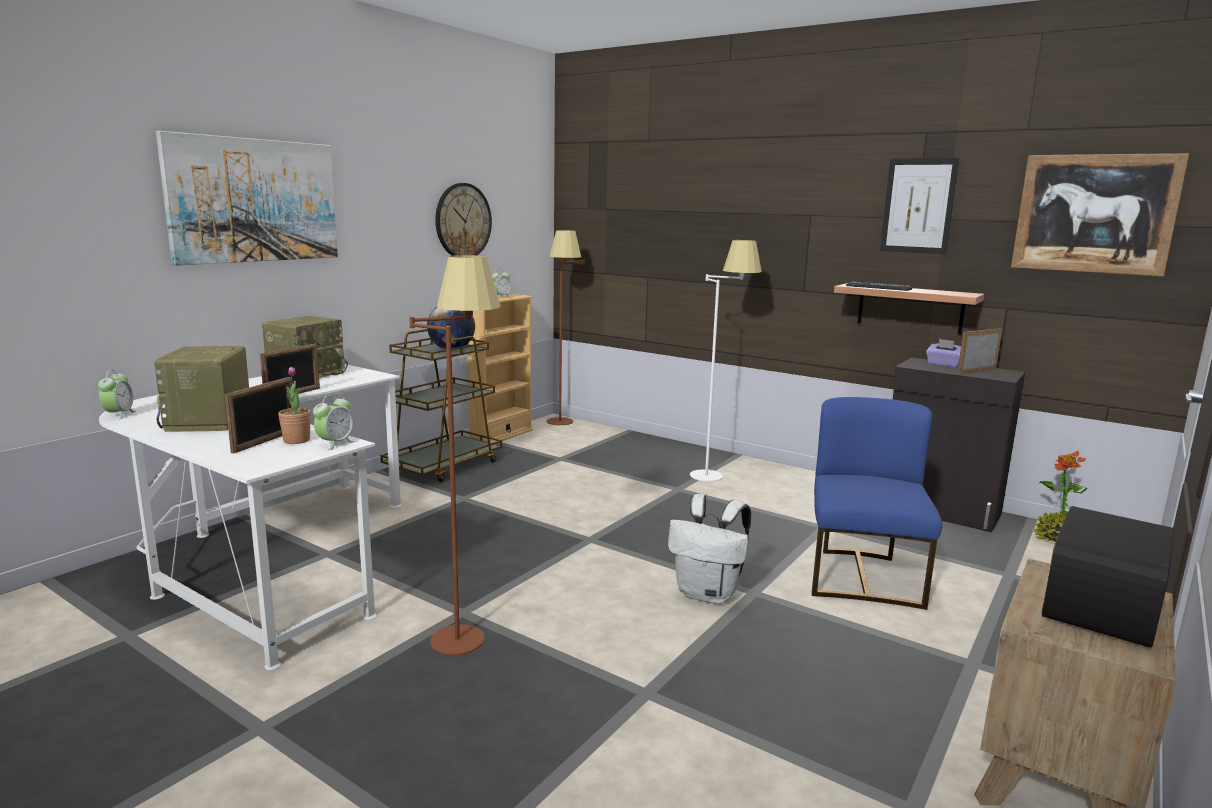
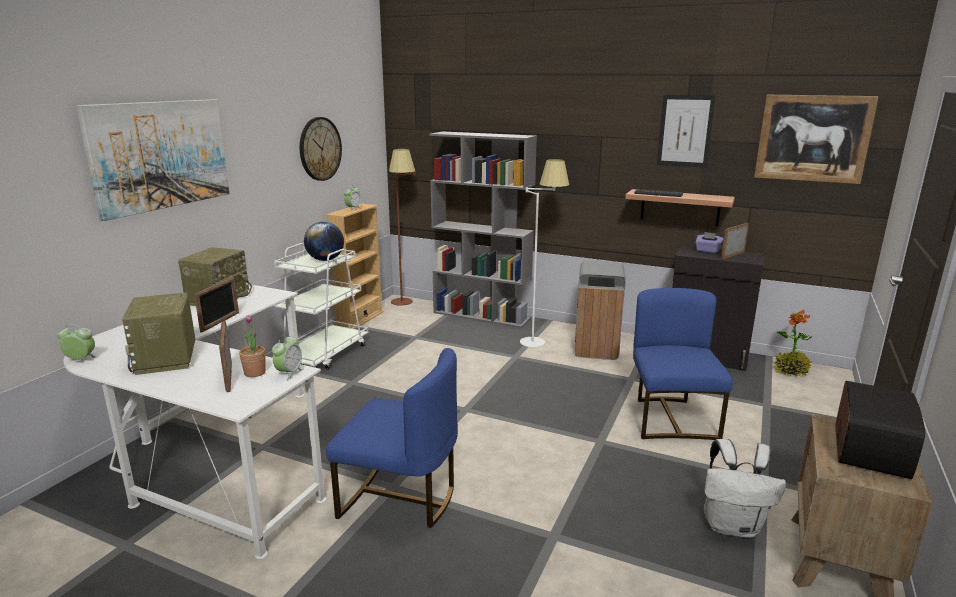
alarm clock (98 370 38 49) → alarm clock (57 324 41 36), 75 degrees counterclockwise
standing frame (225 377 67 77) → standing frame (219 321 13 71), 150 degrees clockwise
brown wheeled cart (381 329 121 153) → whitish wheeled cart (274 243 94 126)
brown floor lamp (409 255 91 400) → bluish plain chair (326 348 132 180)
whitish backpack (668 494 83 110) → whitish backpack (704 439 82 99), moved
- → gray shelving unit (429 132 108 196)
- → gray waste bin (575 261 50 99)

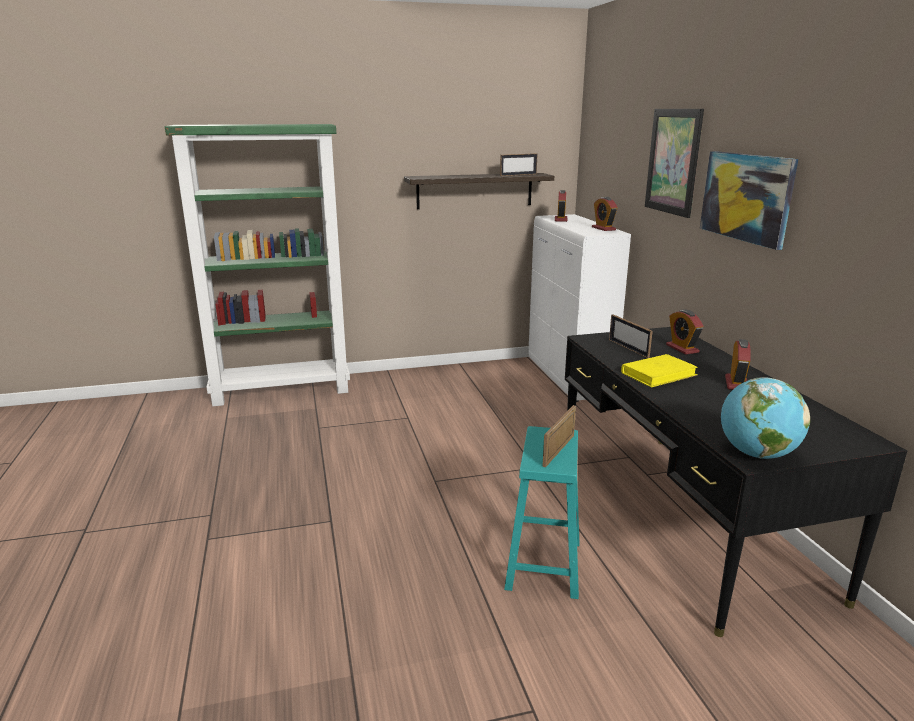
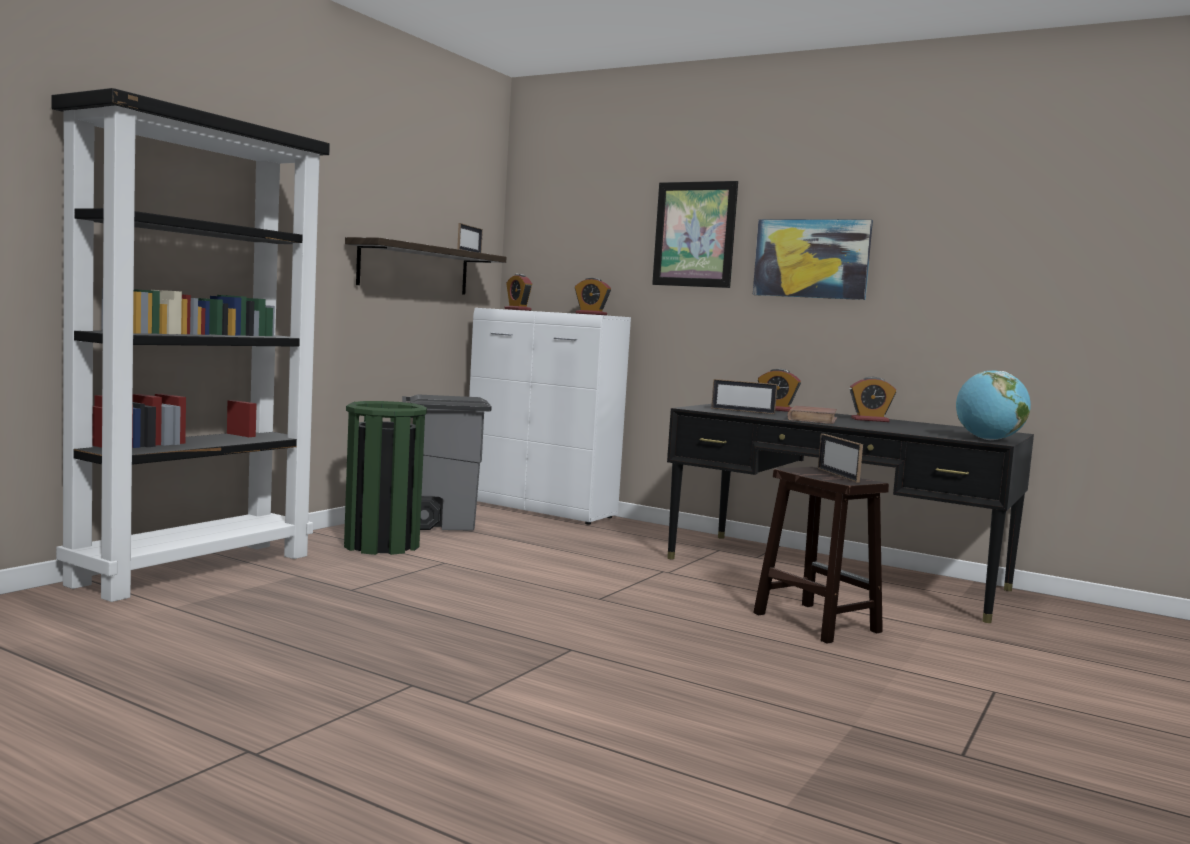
green-coloured shelving unit (165 124 185 282) → blackish shelving unit (51 88 279 514)
turquoise-coloured stool seat (504 426 75 173) → brown stool seat (753 467 136 177)
yellow volume (621 354 77 33) → brown volume (787 406 50 18)
alarm clock (725 339 26 51) → alarm clock (850 377 46 45), 120 degrees clockwise
- → green-coloured waste bin (344 401 83 154)
- → gray waste bin (402 394 90 137)

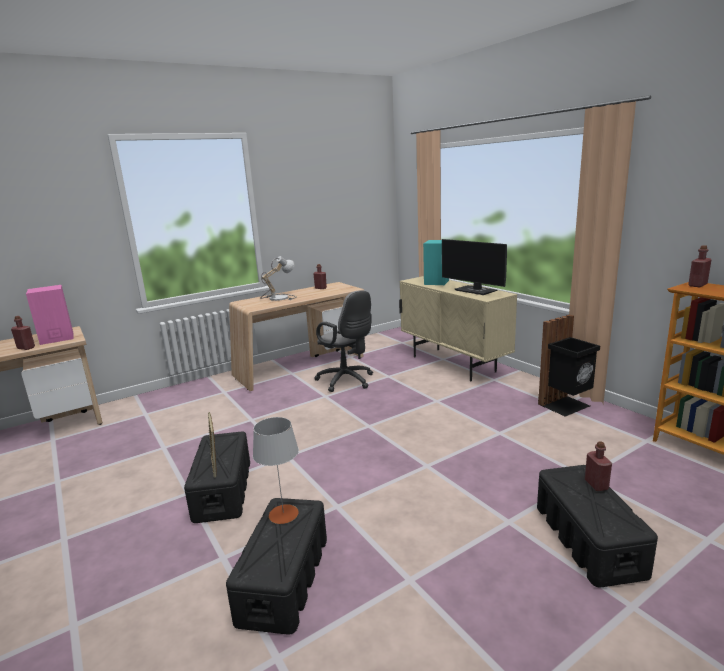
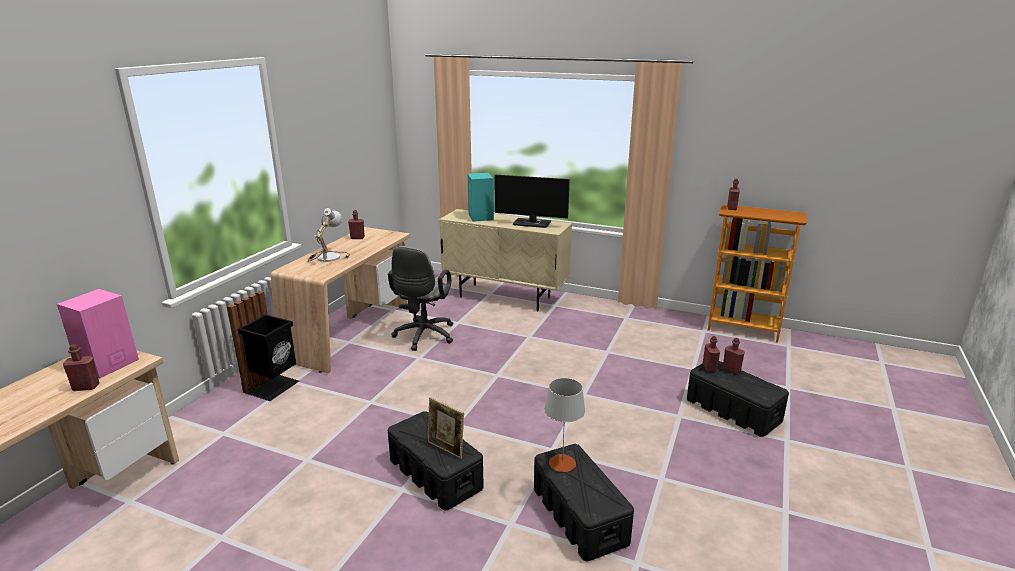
gray office chair (314 291 59 101) → gray office chair (388 246 66 105), 90 degrees clockwise
blackish waste bin (538 315 62 102) → blackish waste bin (227 291 72 110), moved
- → reddish drink bottle (703 336 17 36)

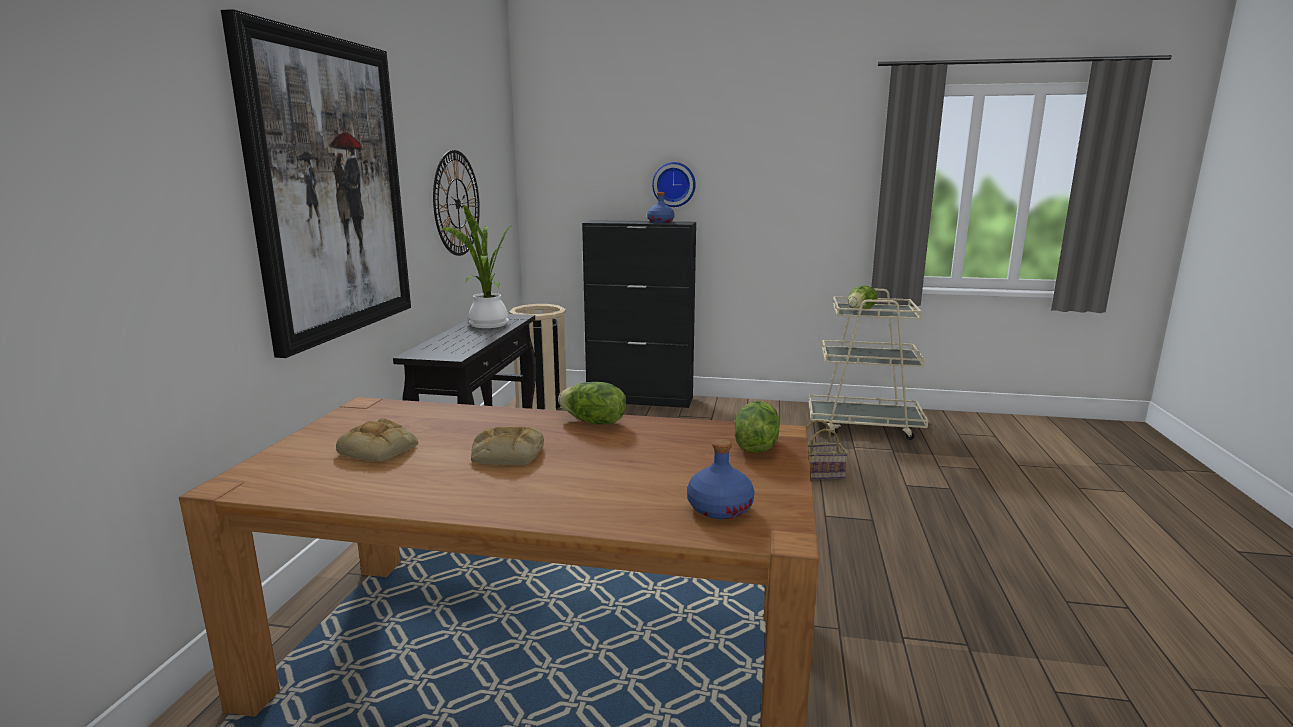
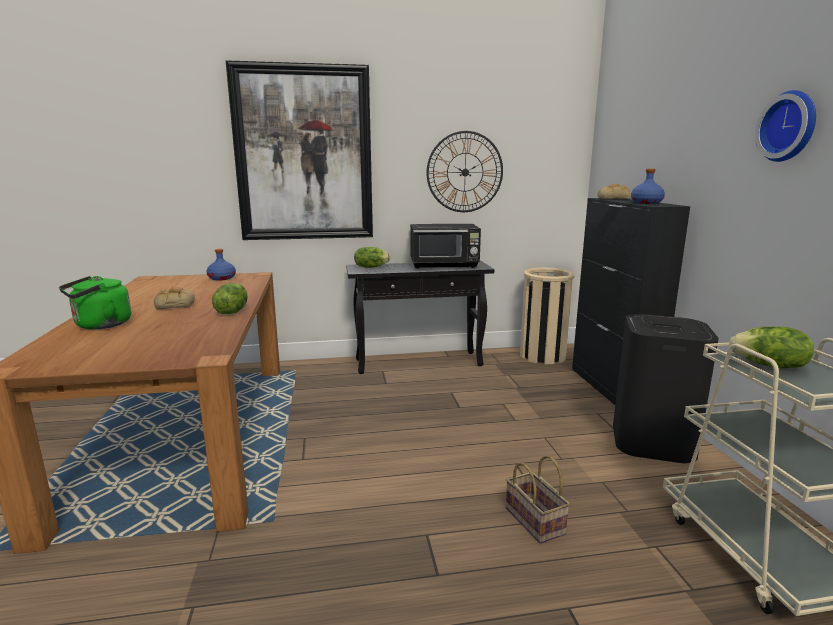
baked bread (336 418 82 44) → baked bread (597 184 35 15), moved
houseplant (440 205 73 123) → blackish kitchen microwave (410 224 71 45)
clock on the wall (652 162 44 45) → clock on the wall (755 90 61 72), moved
bluish drink bottle (687 439 68 80) → bluish drink bottle (207 249 29 31), moved
lettuce head (735 401 45 52) → lettuce head (354 247 36 21), moved
- → green-coloured water kettle (59 276 72 53)
- → blackish waste bin (613 314 106 149)

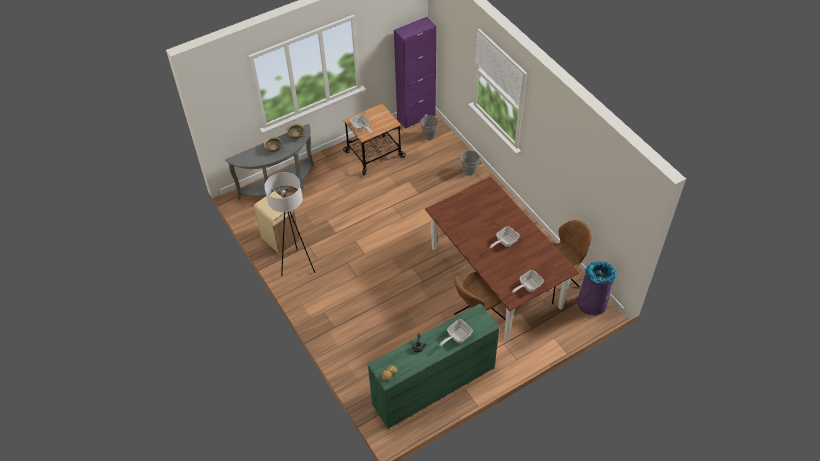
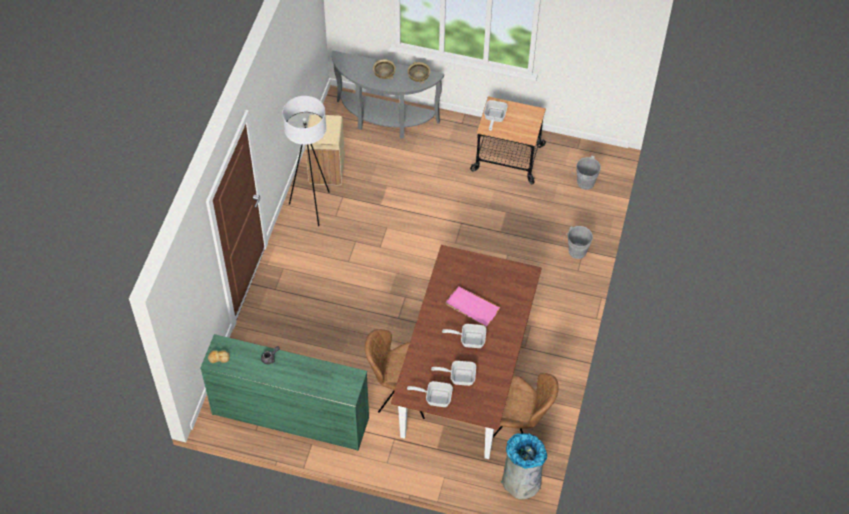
purplish storage cabinet (394 17 42 112) → -
pan (440 319 33 27) → pan (431 361 45 25), moved
purplish waste bin (577 261 41 54) → gray waste bin (501 433 46 66)
- → pinkish carrying tray (446 286 54 41)

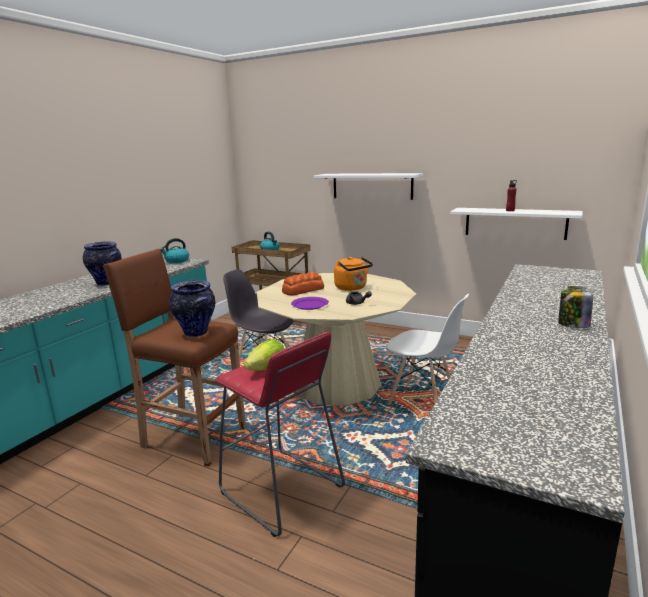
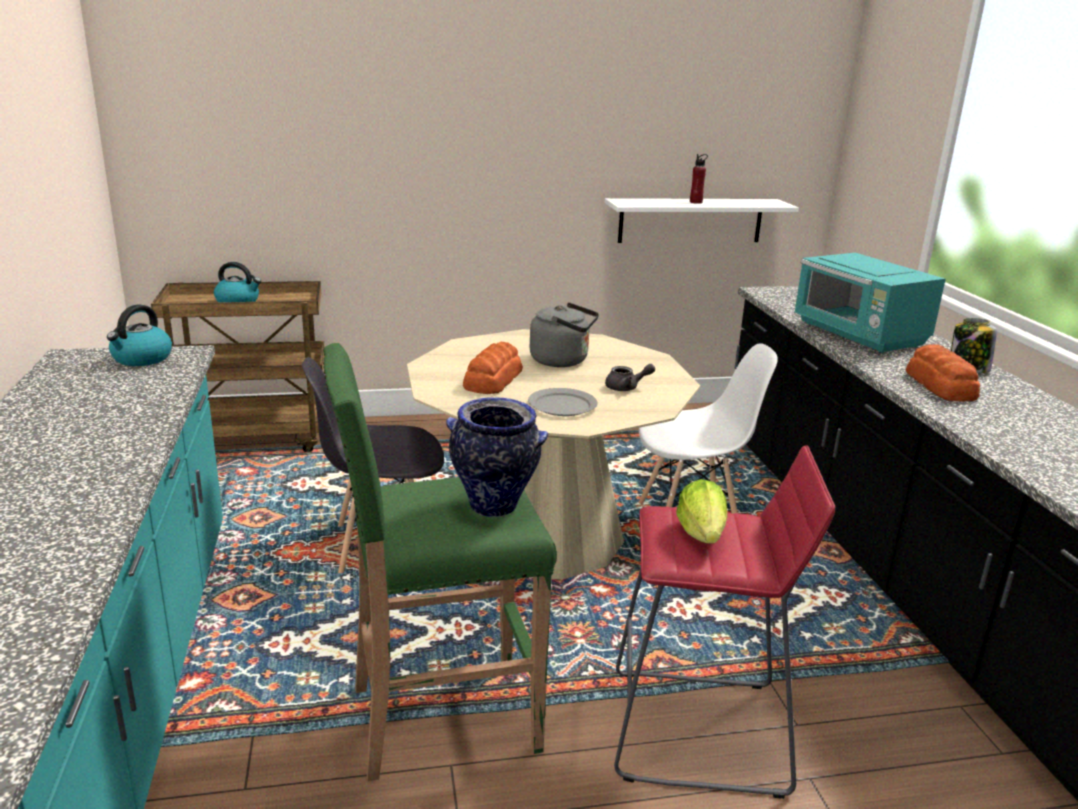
vase (83 241 39 45) → -
brown stool seat (103 249 143 218) → green-coloured stool seat (323 343 234 438)
purplish dinner plate (291 297 38 13) → gray dinner plate (528 388 69 28)
whitish wall shelf (314 173 109 27) → -
orangey water kettle (334 257 39 34) → gray water kettle (530 302 69 65)
- → turquoise-coloured kitchen microwave (794 253 152 100)
- → baked bread (906 344 74 58)

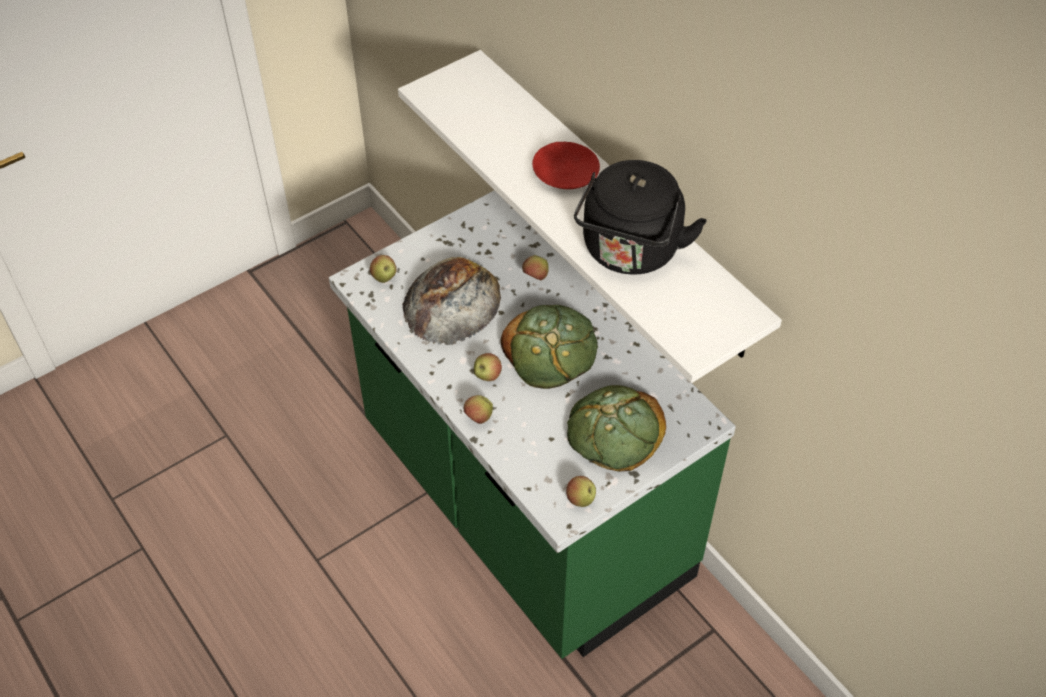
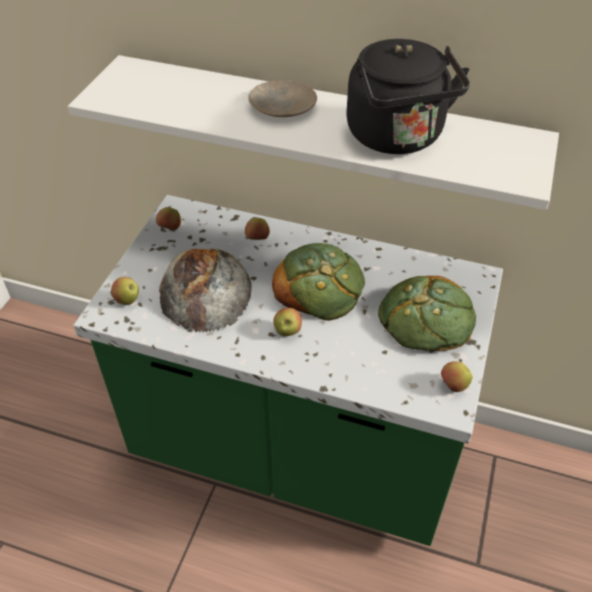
apple (464 395 29 29) → apple (156 207 25 23), moved
reddish dinner plate (532 142 68 47) → beige dinner plate (248 80 69 37)

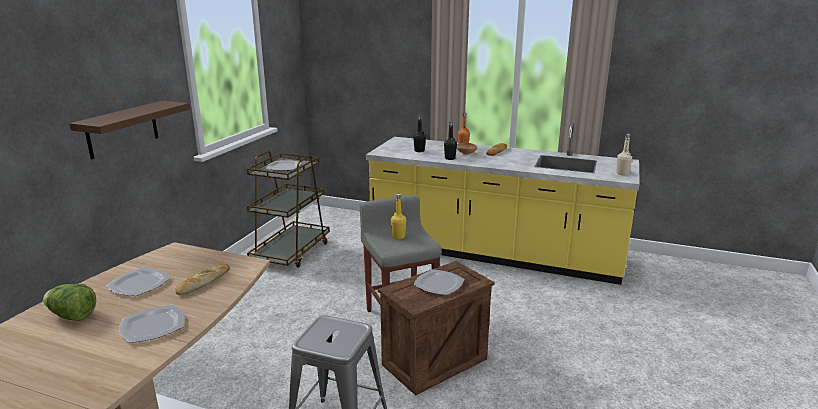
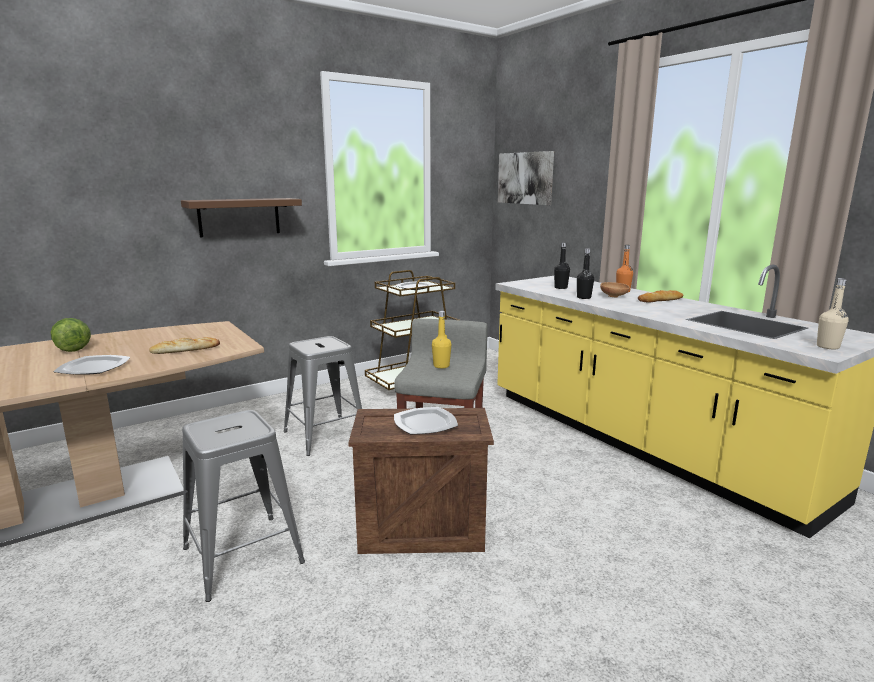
dinner plate (106 268 66 28) → -
- → gray stool seat (284 336 78 120)
- → wall art (498 151 56 54)

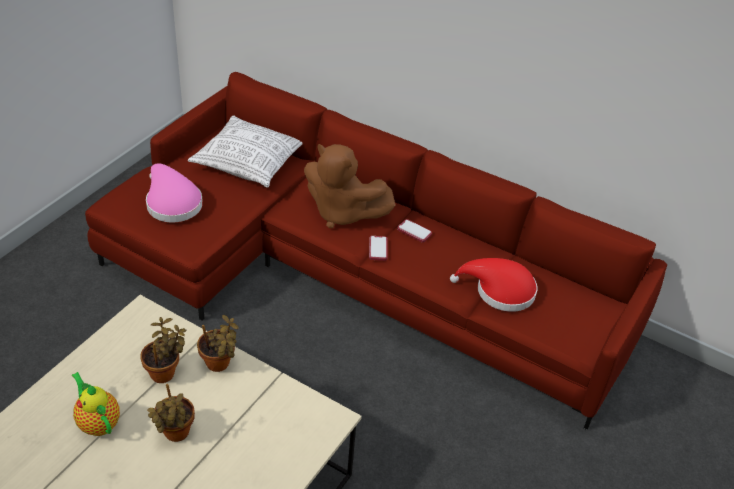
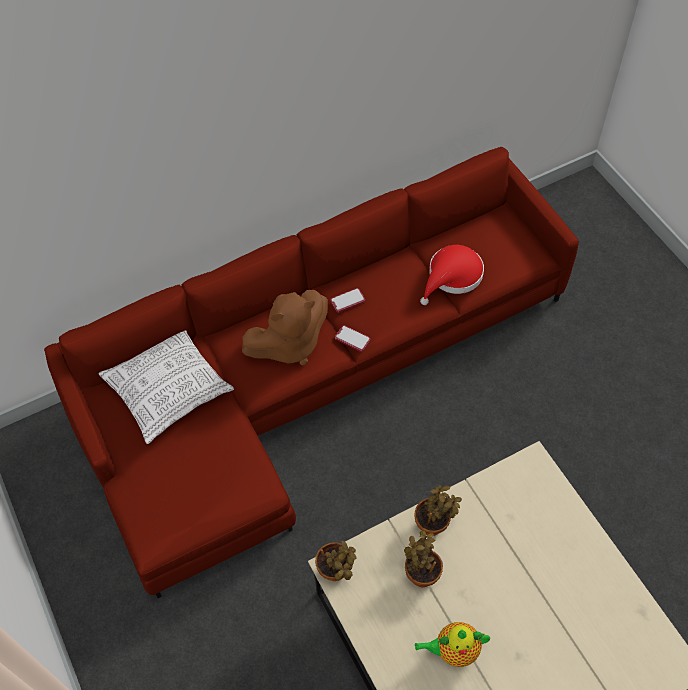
pinkish clothing hat (146 163 57 59) → -
houseplant (147 384 48 58) → houseplant (315 541 41 40), moved

